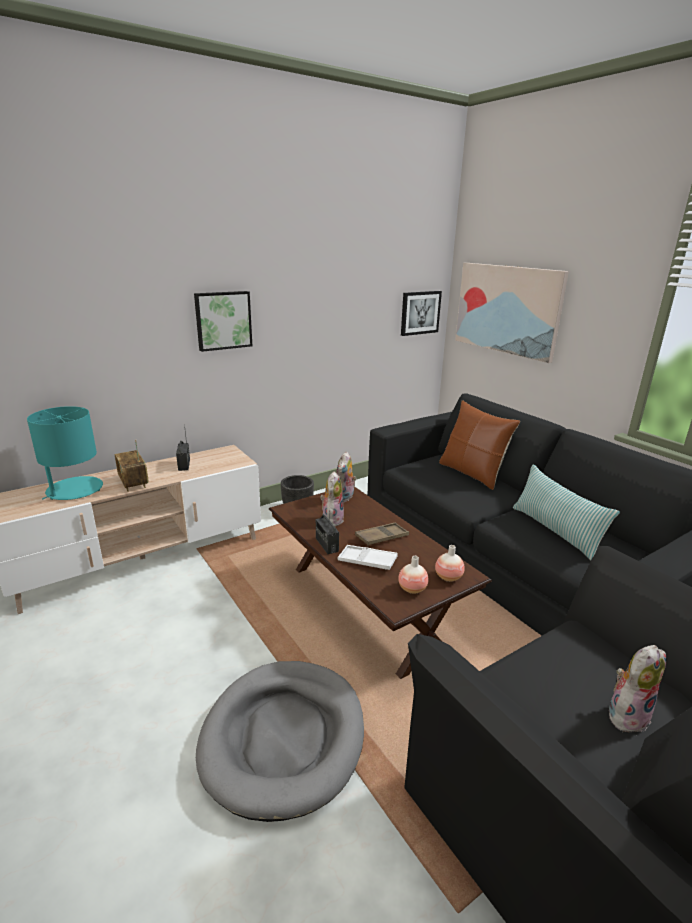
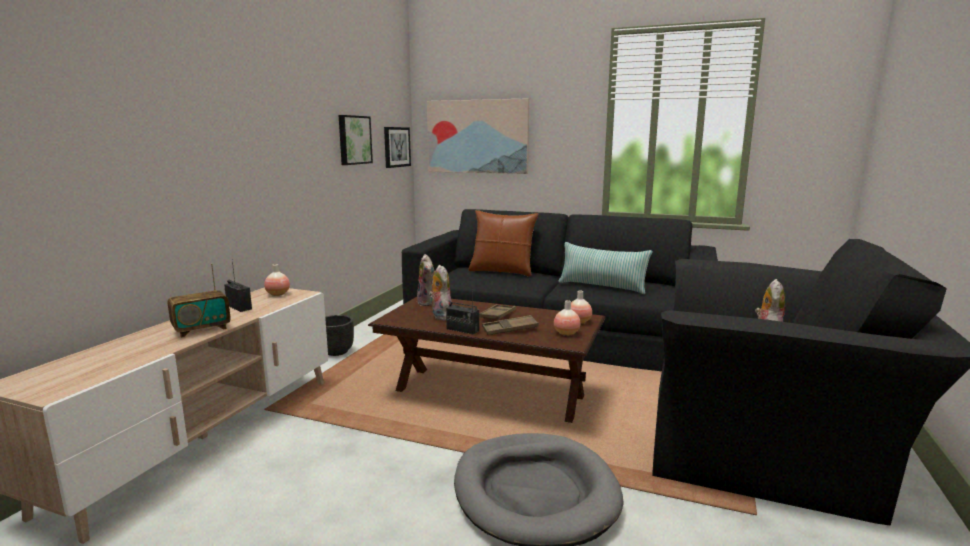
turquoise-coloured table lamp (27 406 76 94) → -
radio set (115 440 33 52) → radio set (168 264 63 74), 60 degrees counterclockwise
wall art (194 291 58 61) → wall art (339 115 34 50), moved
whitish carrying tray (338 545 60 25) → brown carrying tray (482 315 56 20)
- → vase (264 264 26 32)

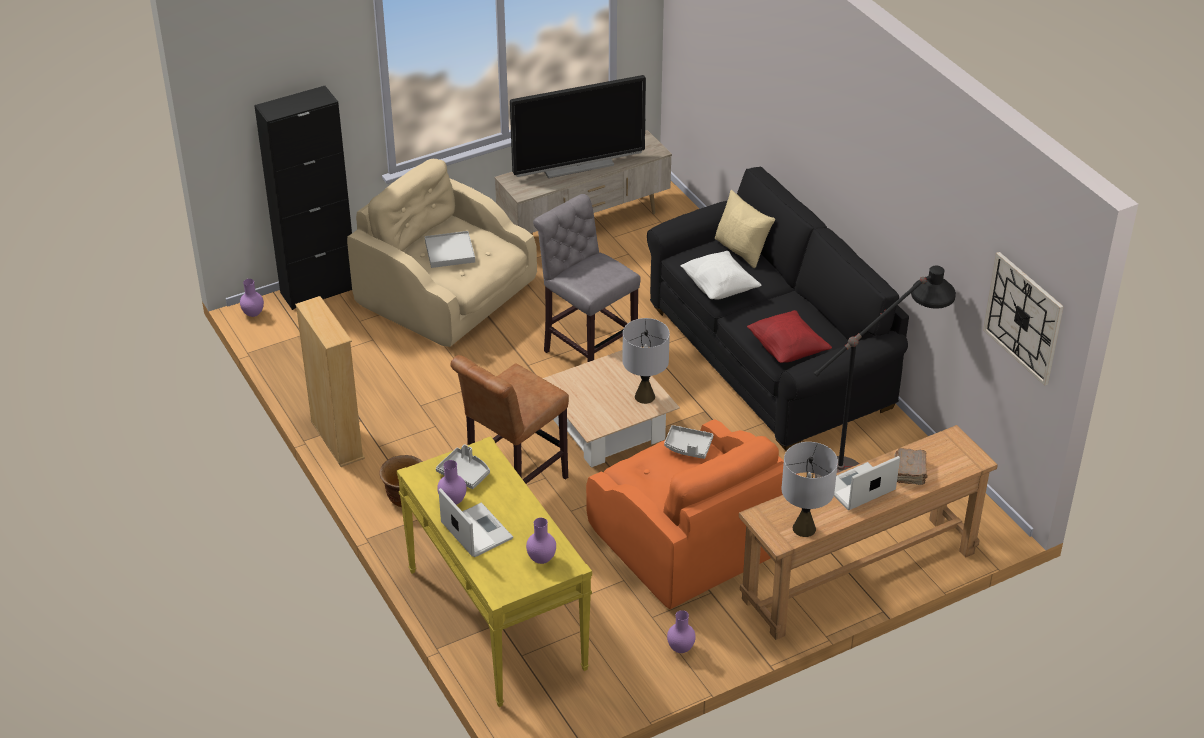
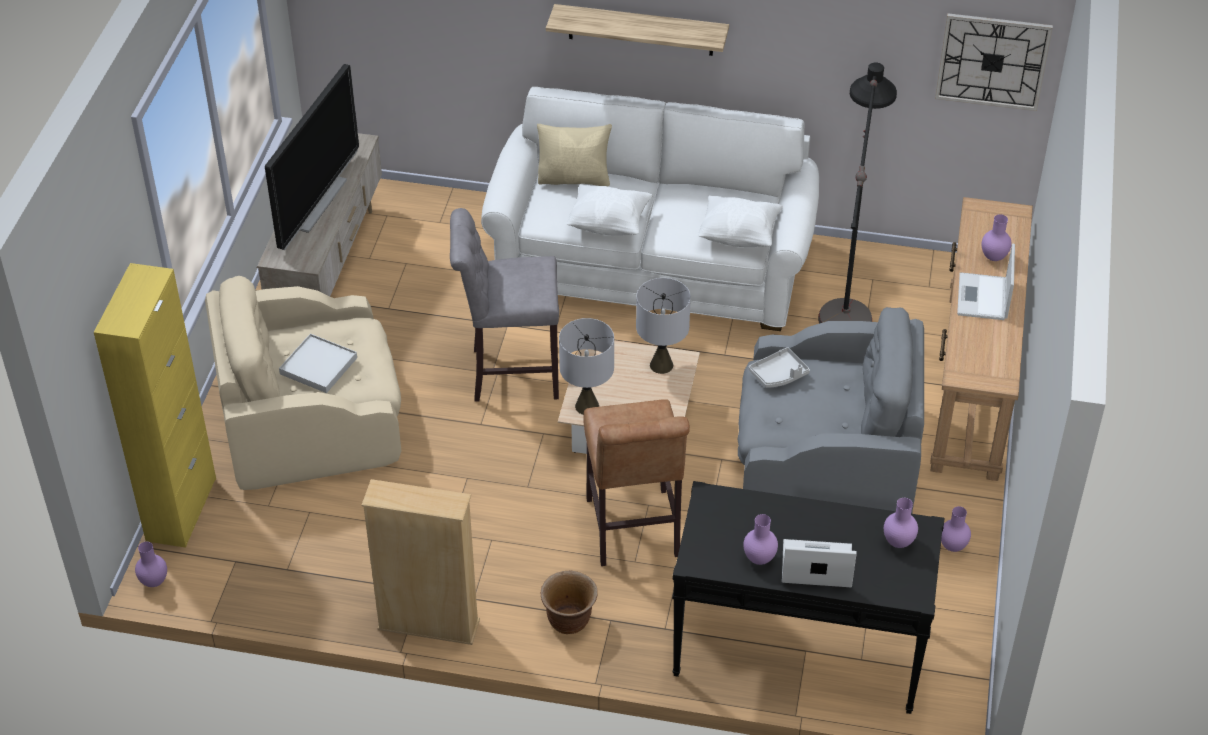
blackish storage cabinet (254 86 98 224) → yellow storage cabinet (94 263 122 285)
yellow narrow table (397 436 195 271) → blackish narrow table (672 481 273 233)
gray carrying tray (436 444 54 45) → -
orangey lounge chair (586 419 212 190) → gray lounge chair (737 307 187 207)
blackish settee (647 167 262 284) → whitish settee (481 87 338 244)
reddish pillow (747 310 85 53) → whitish pillow (698 196 85 51)
gray table lamp (781 442 57 95) → gray table lamp (559 318 55 97), moved
brown volume (894 448 34 37) → purplish vase (982 214 30 47)
- → wall shelf (546 4 183 52)

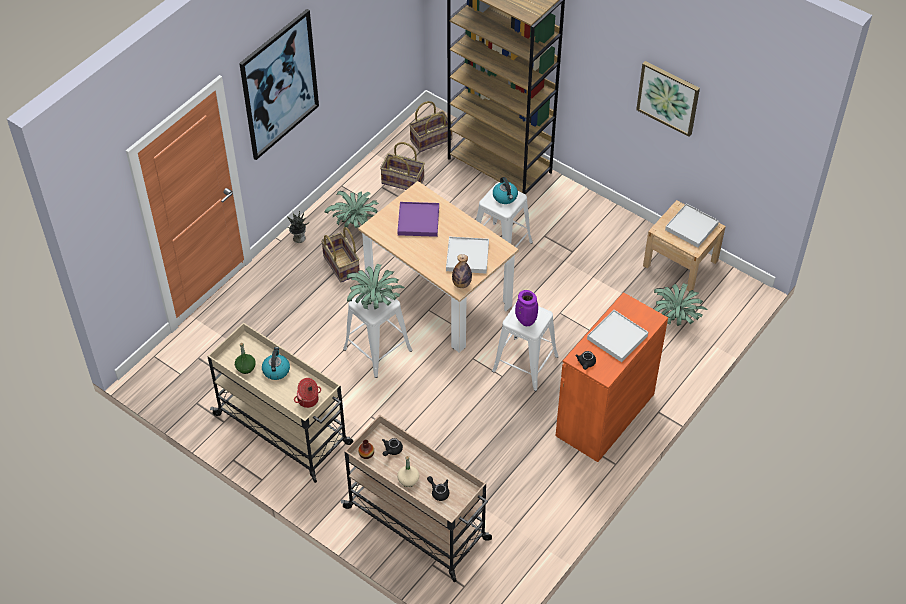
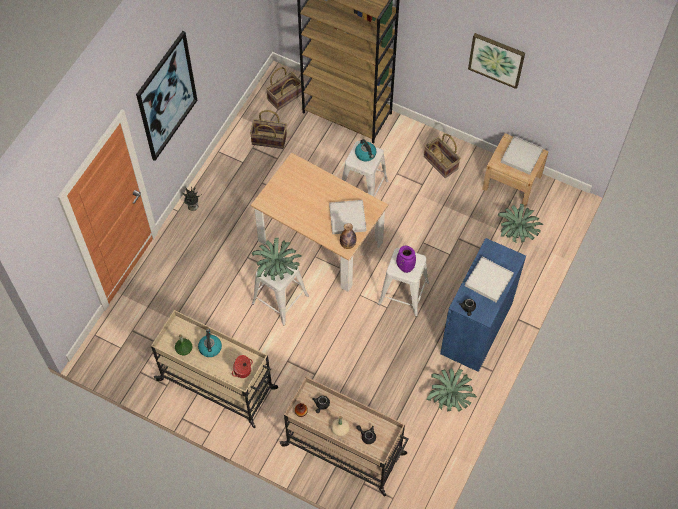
basket (321 227 39 55) → basket (424 134 37 44), moved
houseplant (325 191 54 37) → houseplant (427 368 50 44), moved
purplish carrying tray (398 202 41 35) → -
orangey storage cabinet (555 292 113 170) → bluish storage cabinet (440 238 86 134)

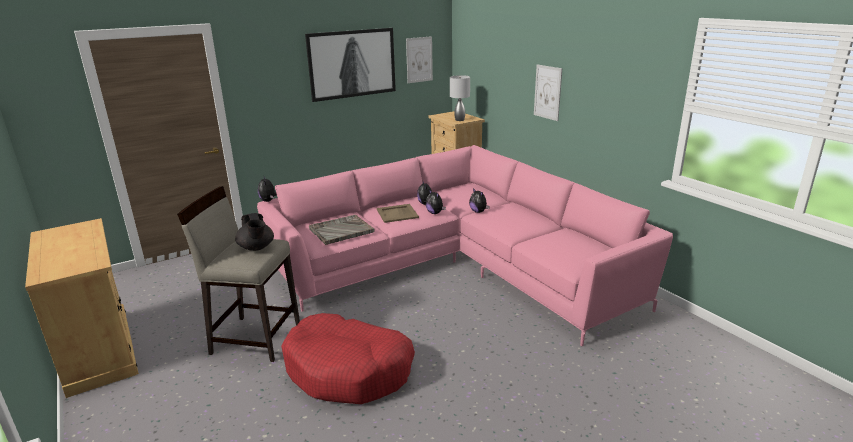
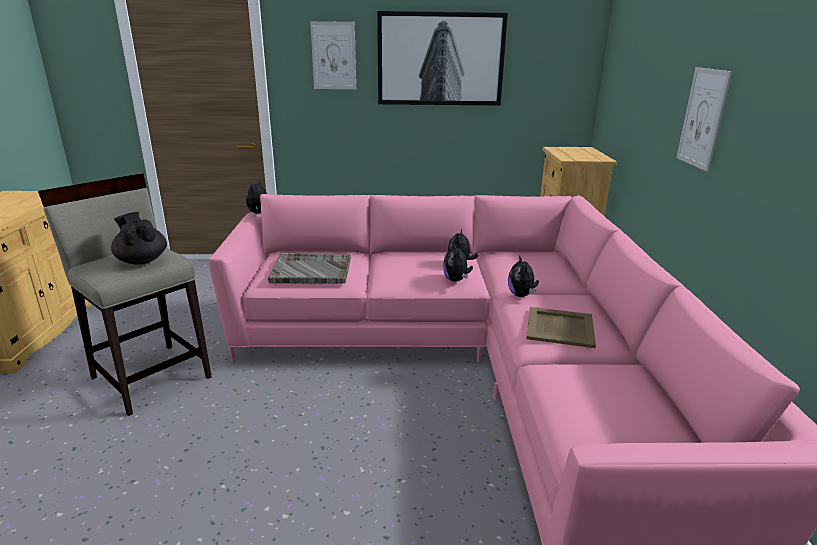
blackish tea pot (235 213 39 38) → blackish tea pot (111 212 56 53), 135 degrees clockwise
reddish dog bed (281 313 134 91) → -
beige carrying tray (377 204 42 19) → beige carrying tray (527 307 69 41), moved
wall art (406 36 27 47) → wall art (310 21 46 68), moved
gray table lamp (450 75 20 46) → -

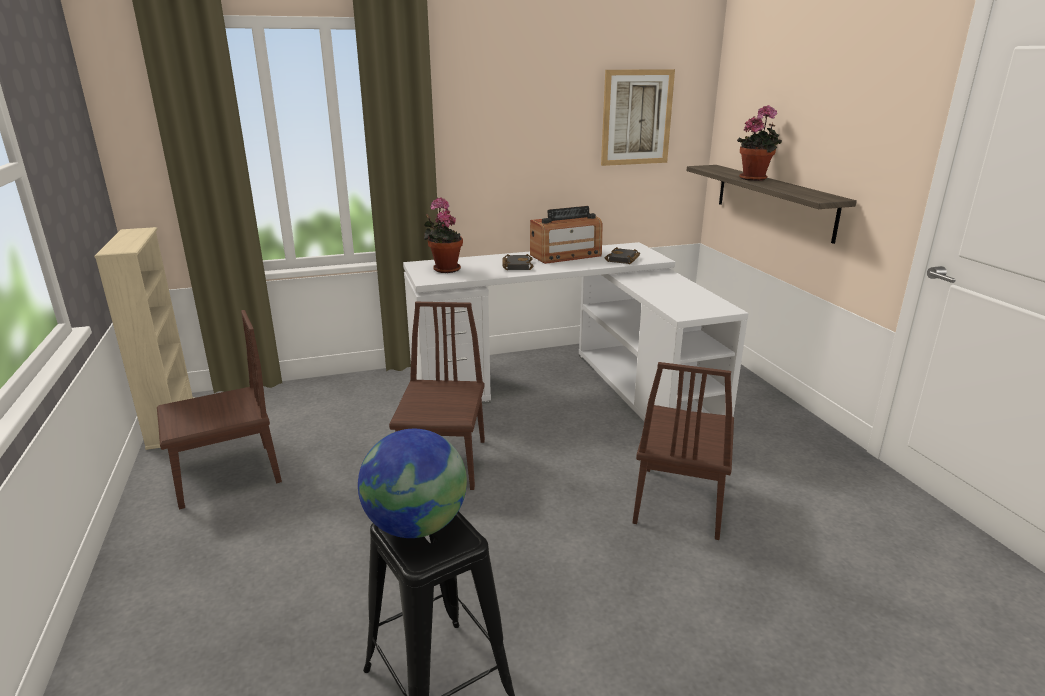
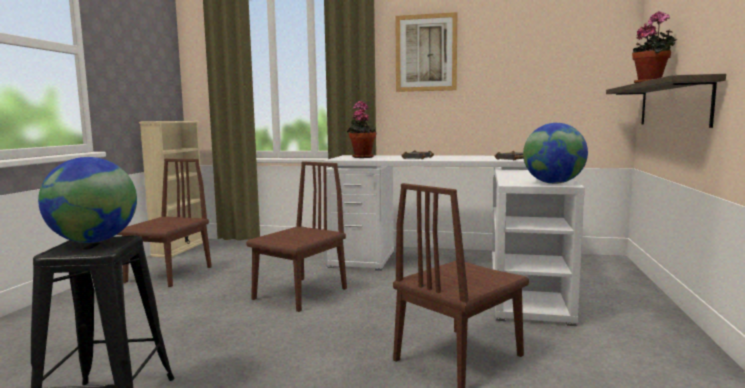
brown plain chair (157 310 125 199) → brown plain chair (117 159 95 128), 75 degrees counterclockwise
radio set (530 206 72 58) → -
wall art (601 69 74 97) → wall art (395 12 62 80), moved
- → desk globe (523 123 65 61)

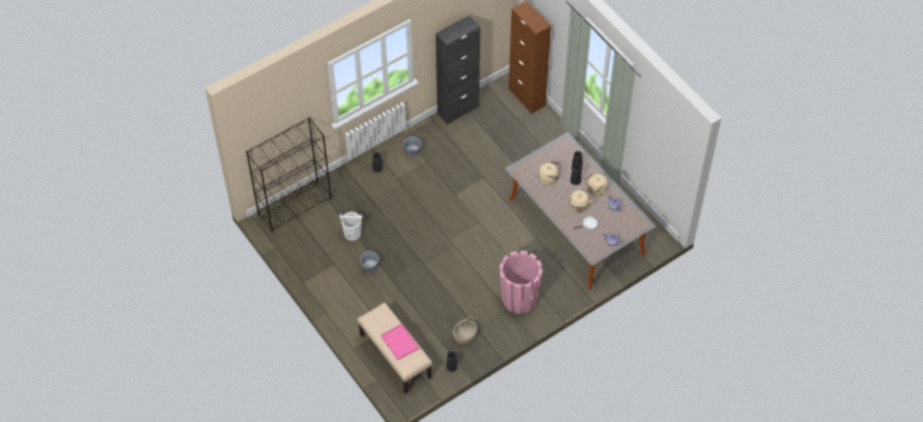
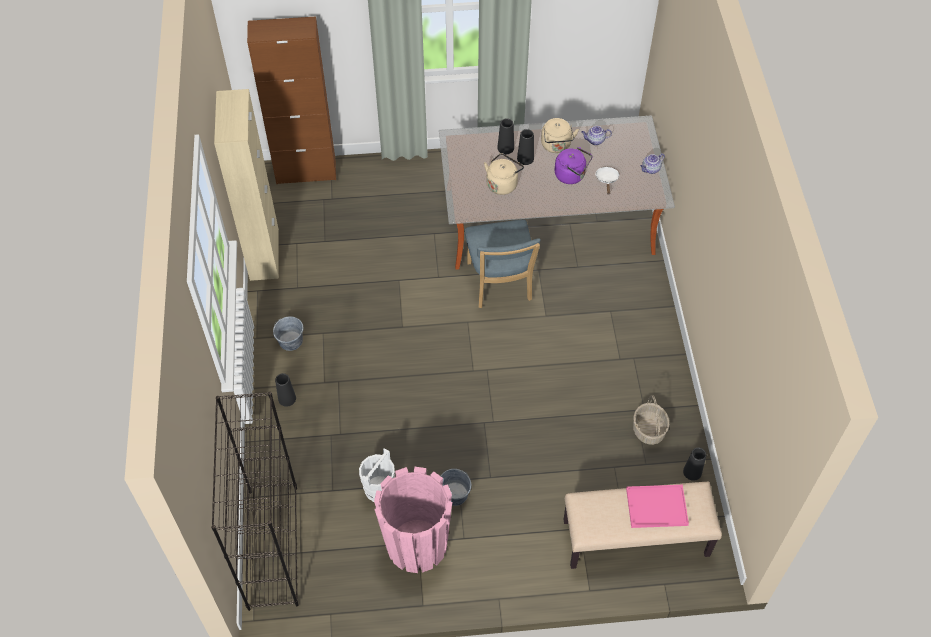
blackish storage cabinet (436 15 44 110) → beige storage cabinet (214 89 65 192)
pinkish flower pot (500 251 43 63) → pinkish flower pot (374 467 78 106), moved
beige water kettle (569 190 25 23) → purplish water kettle (554 147 39 37)
- → bluish plain chair (465 219 76 89)

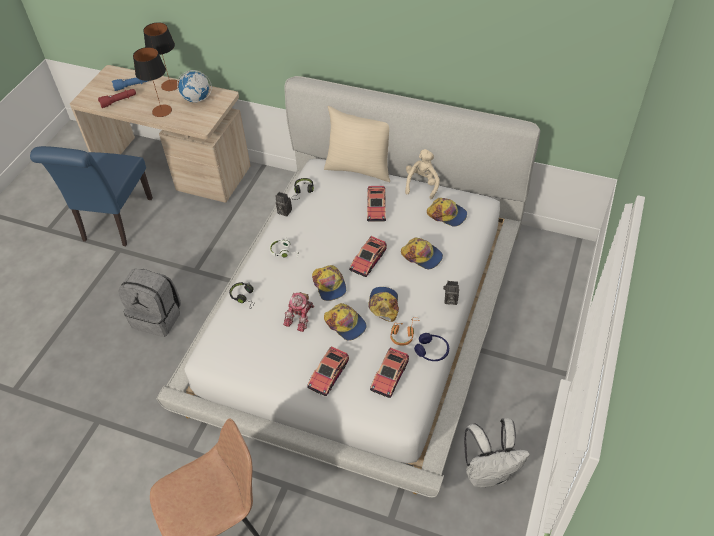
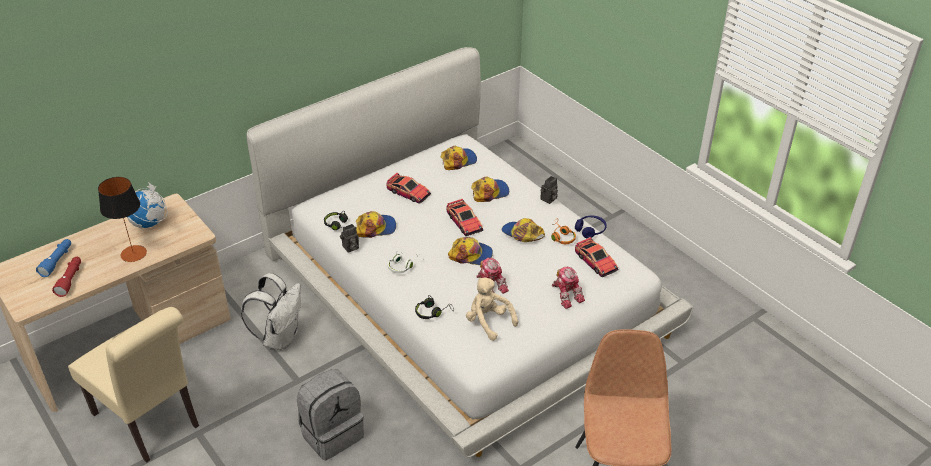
bluish plain chair (30 146 123 100) → beige plain chair (68 307 131 156)
table lamp (143 22 36 69) → -
model car (307 346 42 50) → model robot (552 266 33 43)
beige pillow (324 106 66 76) → -
peaked cap (324 303 43 38) → peaked cap (356 211 40 27), moved
beige cuddly toy (405 149 35 51) → beige cuddly toy (466 277 52 64), moved
whitish backpack (464 418 66 69) → whitish backpack (241 273 60 78), moved

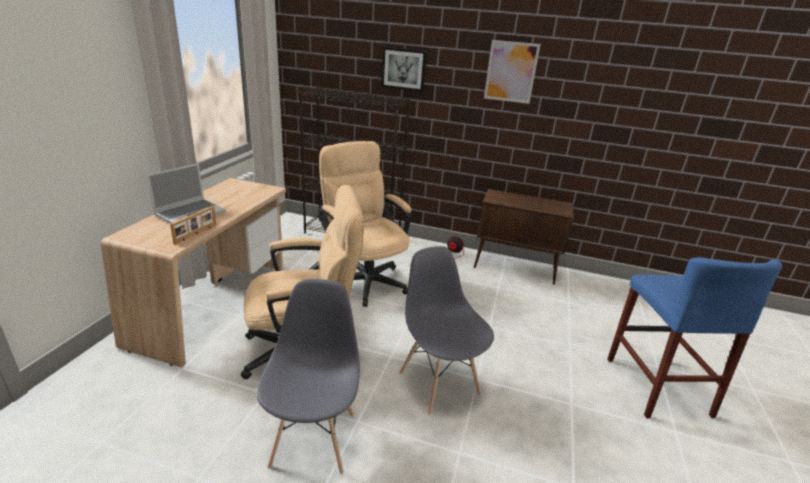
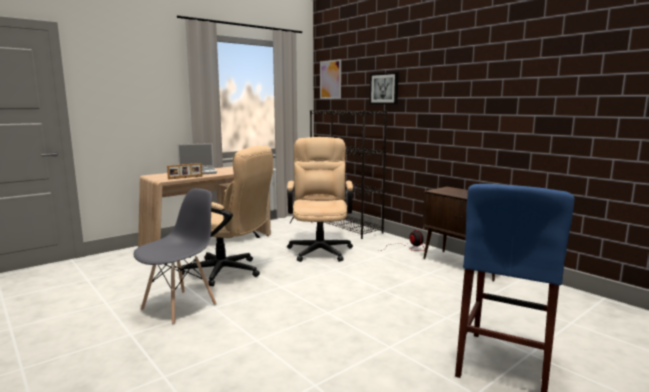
gray plain chair (399 246 95 169) → -
wall art (484 40 57 64) → wall art (320 59 21 40), moved

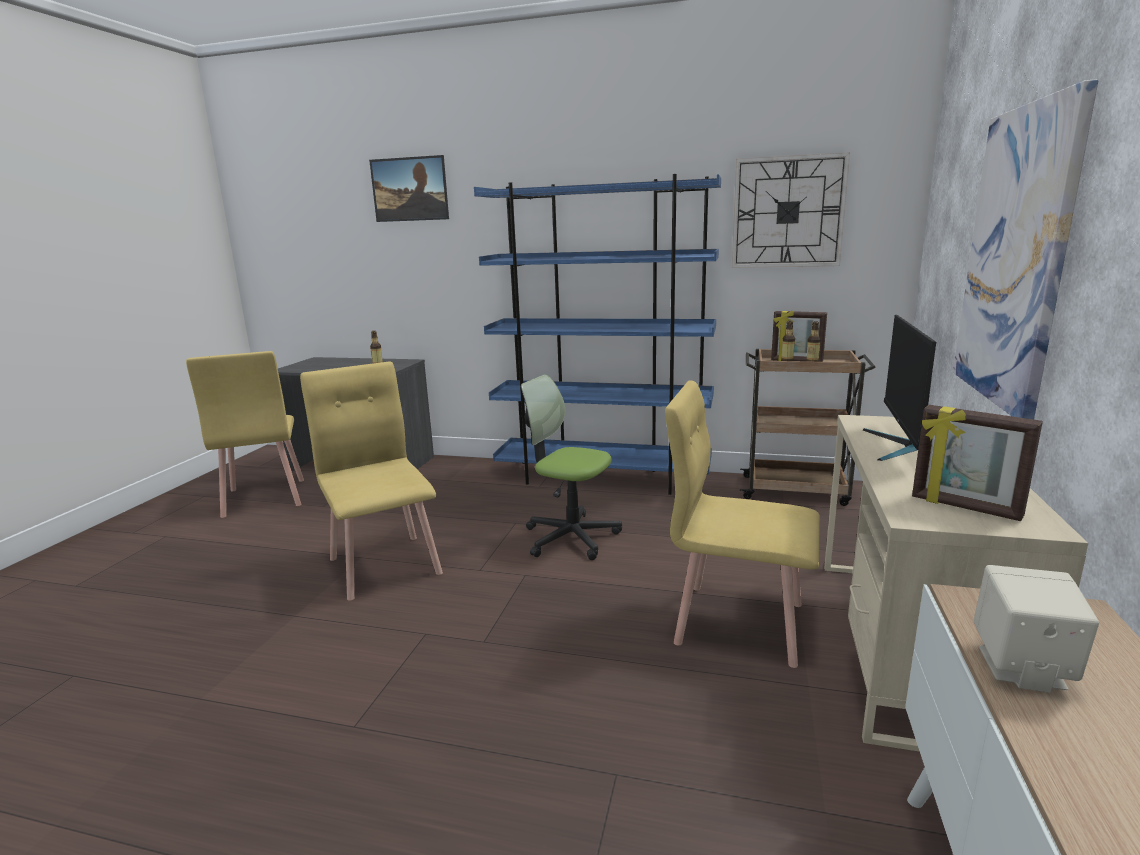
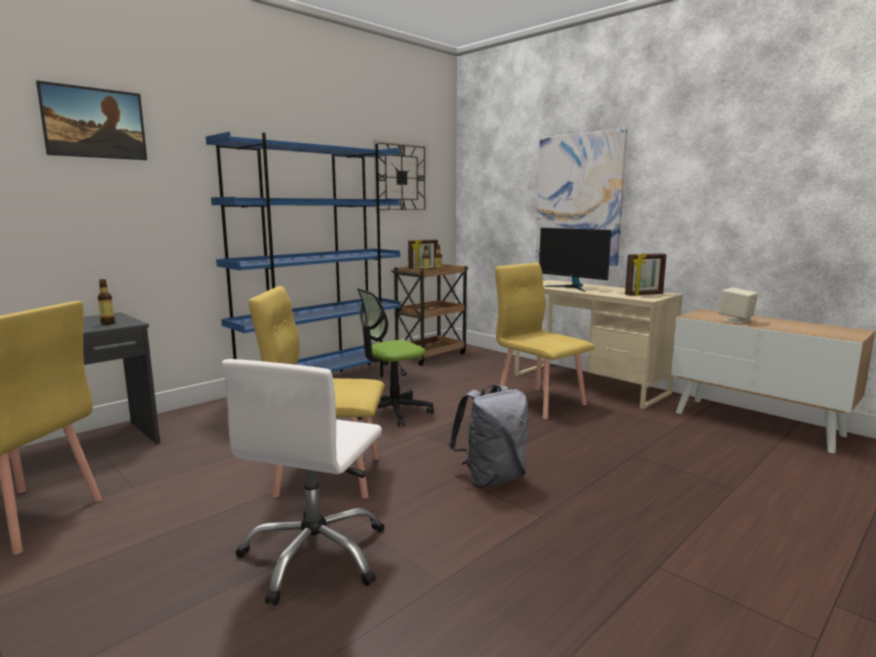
yellow plain chair (665 380 155 288) → yellow plain chair (495 263 100 156), 90 degrees clockwise
- → whitish office chair (222 359 162 246)
- → gray backpack (449 385 79 103)

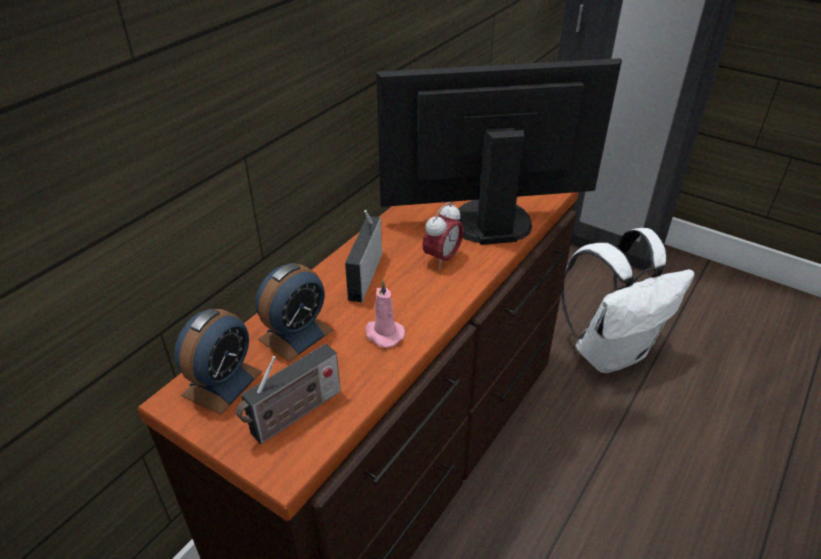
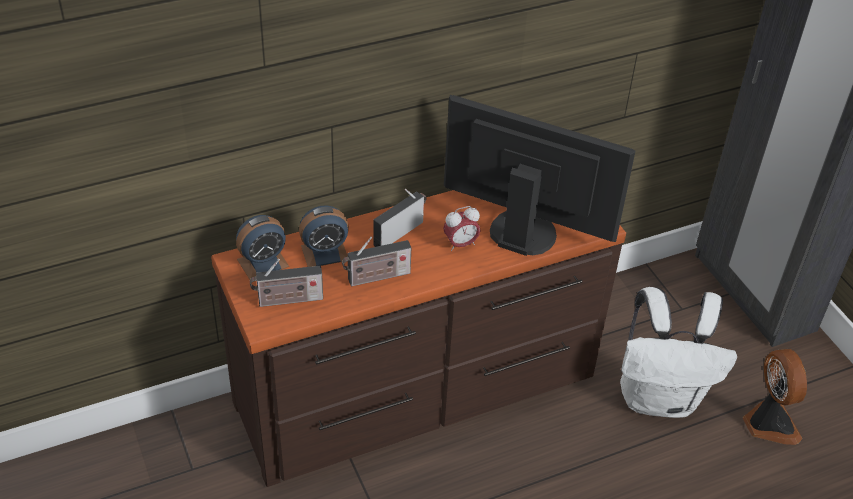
pinkish wax light (365 280 40 68) → radio set (342 237 69 49)
- → fan (743 349 64 96)

